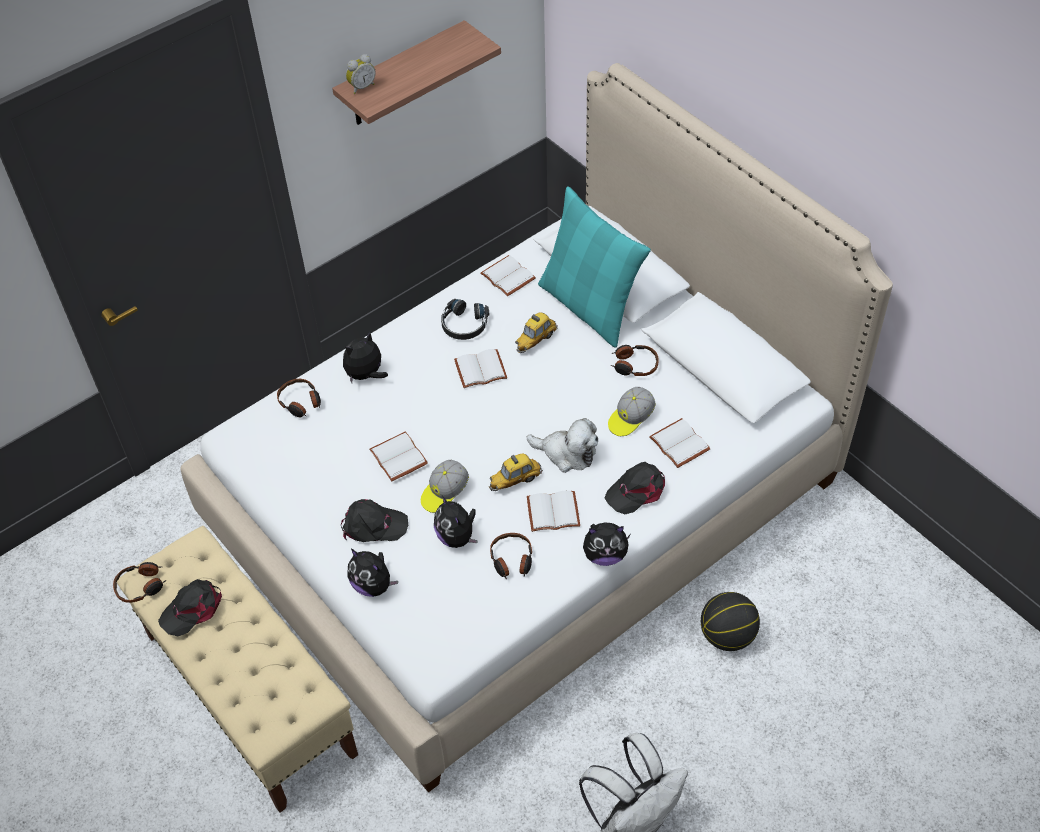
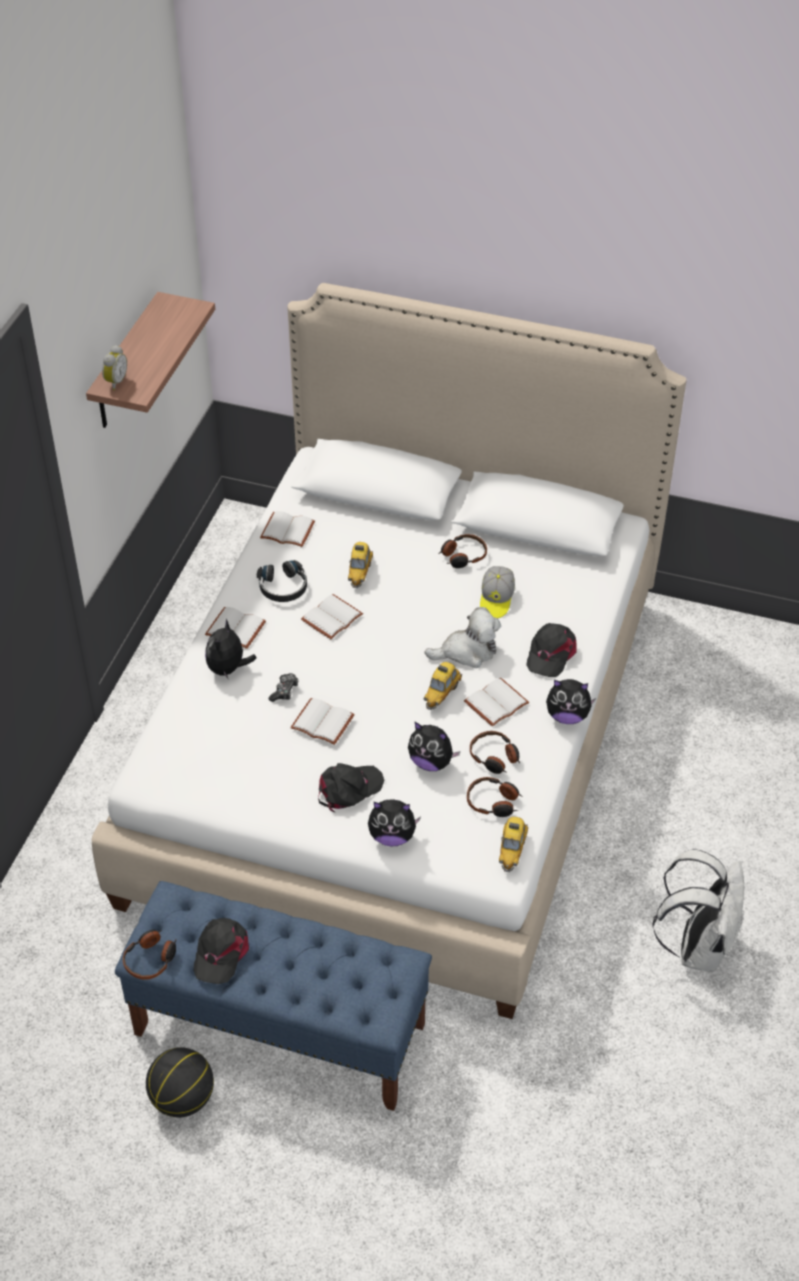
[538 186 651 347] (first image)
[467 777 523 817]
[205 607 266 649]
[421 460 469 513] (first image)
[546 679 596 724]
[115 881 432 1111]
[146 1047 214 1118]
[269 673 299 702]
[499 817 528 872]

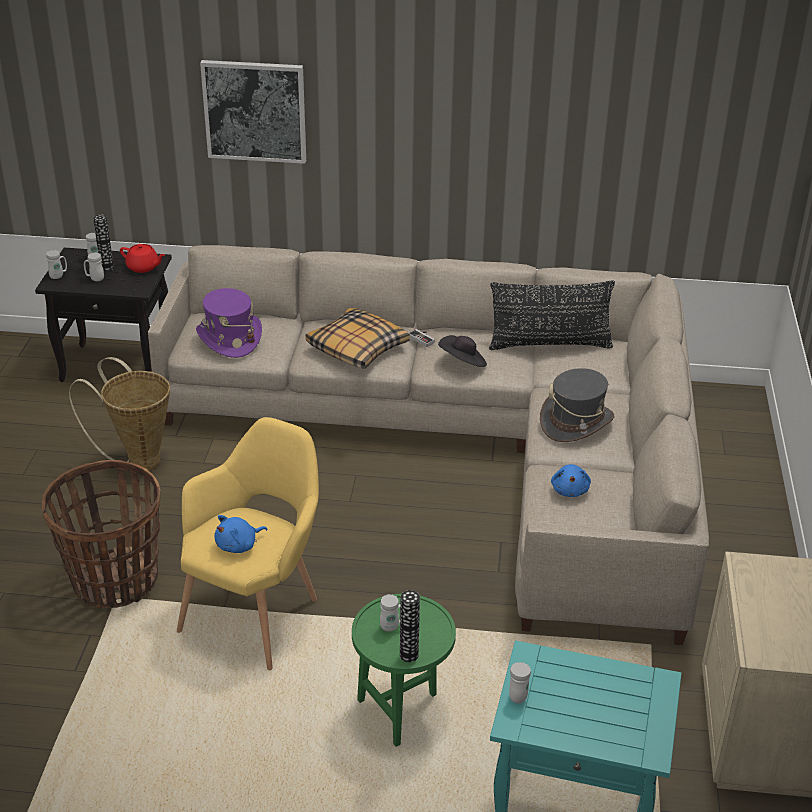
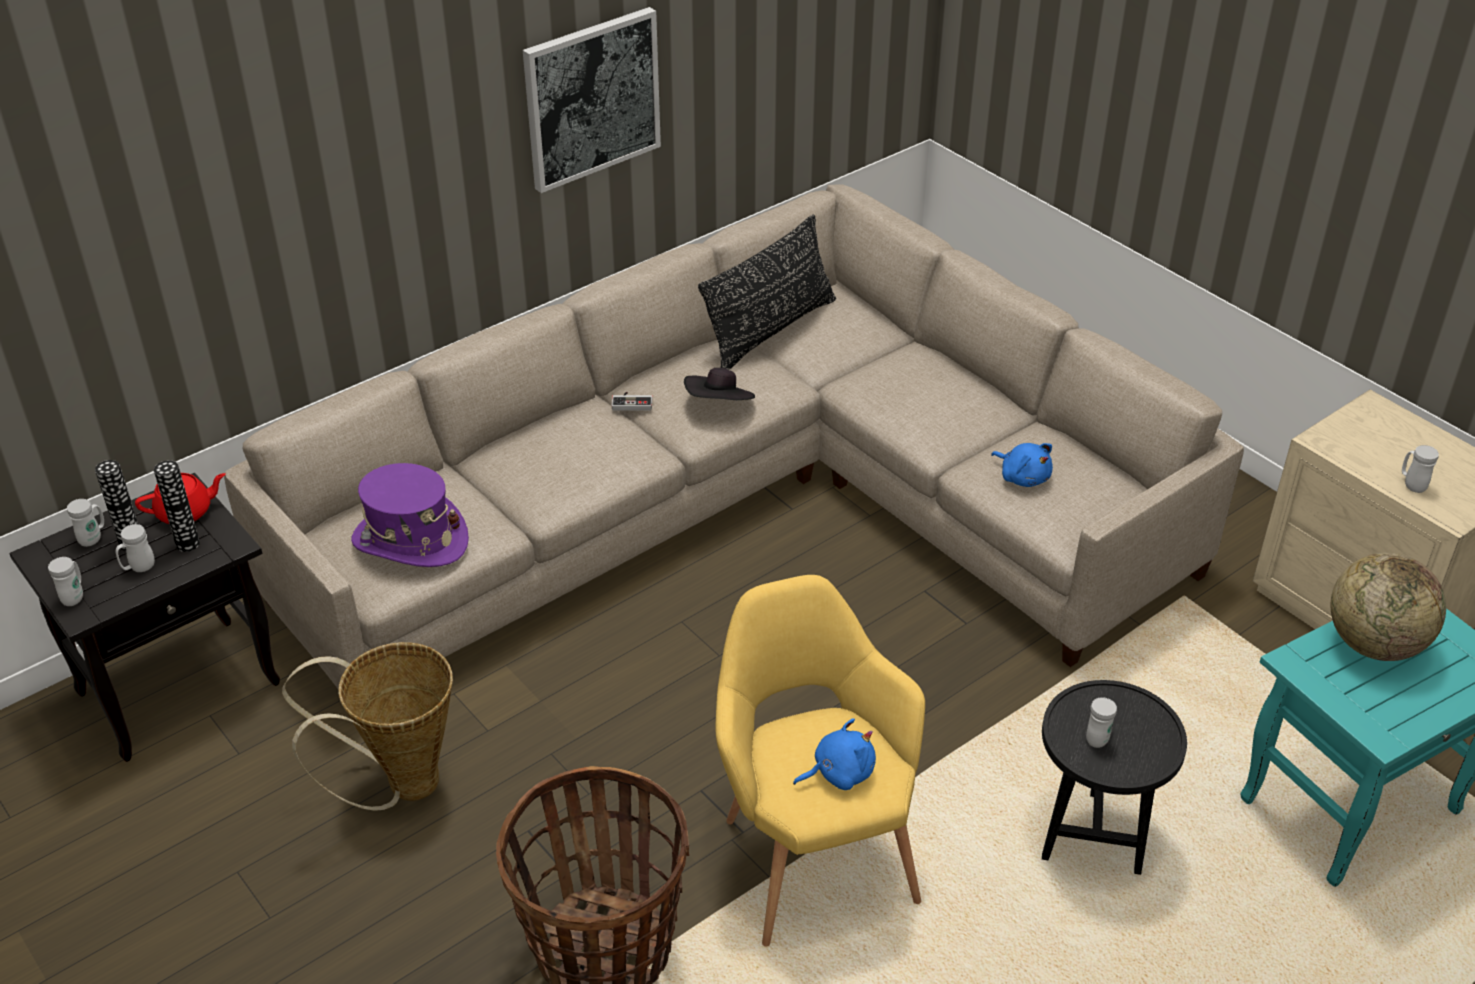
[523 7 661 193]
[305 308 410 369] (first image)
[540 368 614 442] (first image)
[793 718 876 790]
[154 460 200 552]
[1042 680 1187 875]
[1402 445 1439 493]
[1331 553 1446 661]

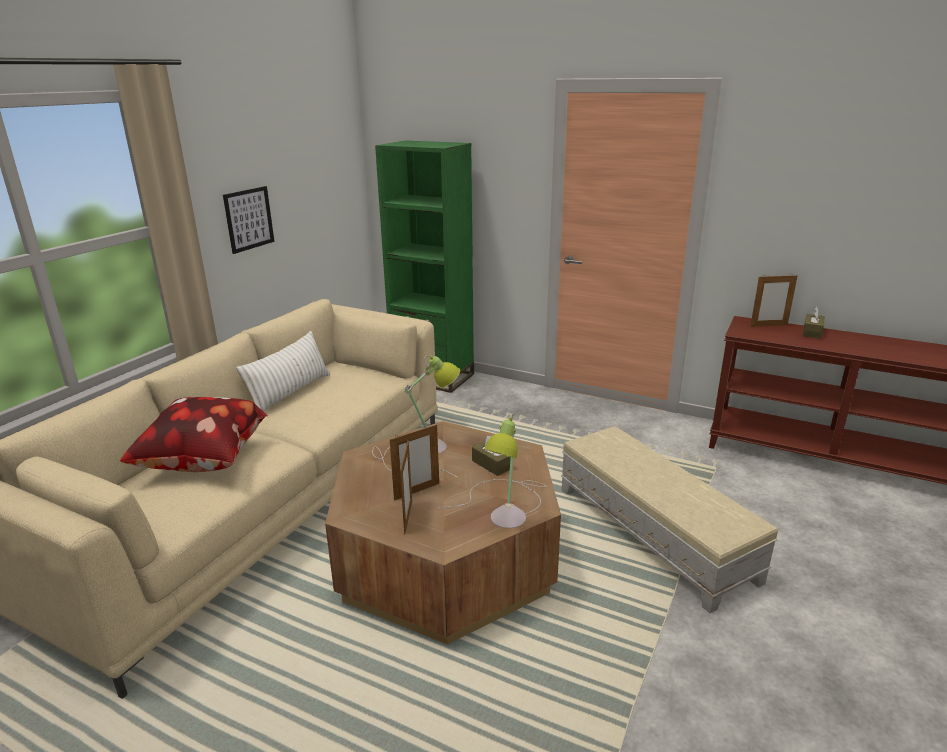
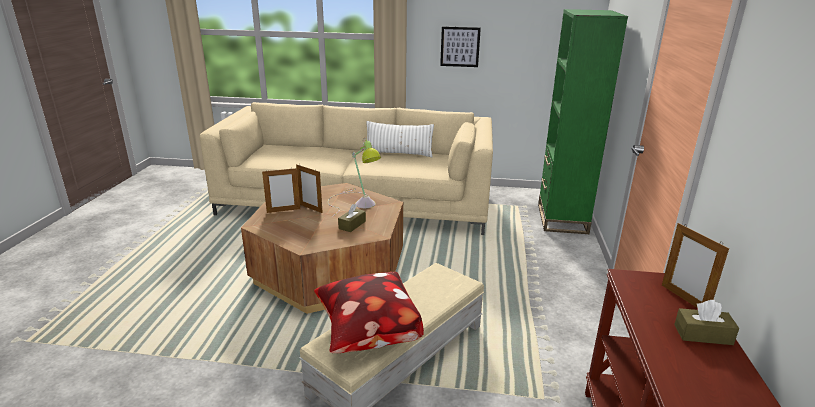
[314 272 424 353]
[439 413 547 528] (first image)

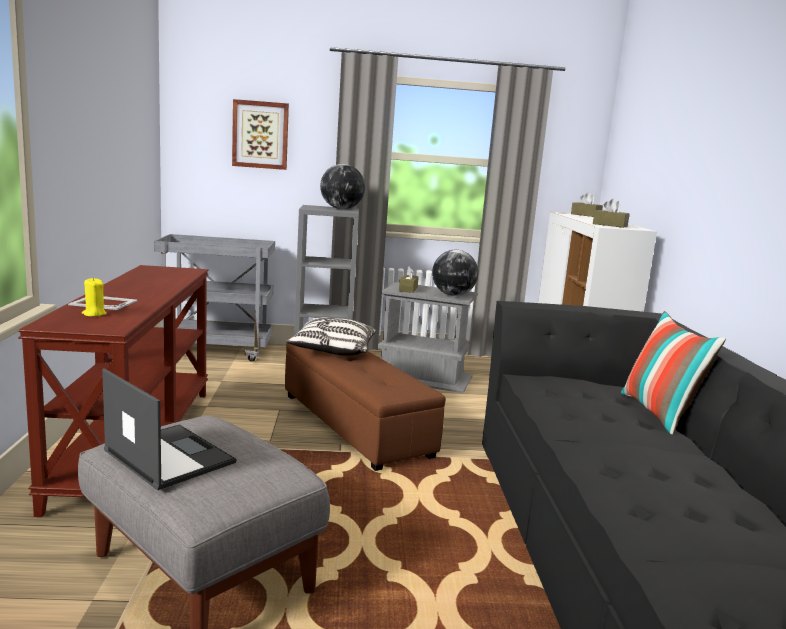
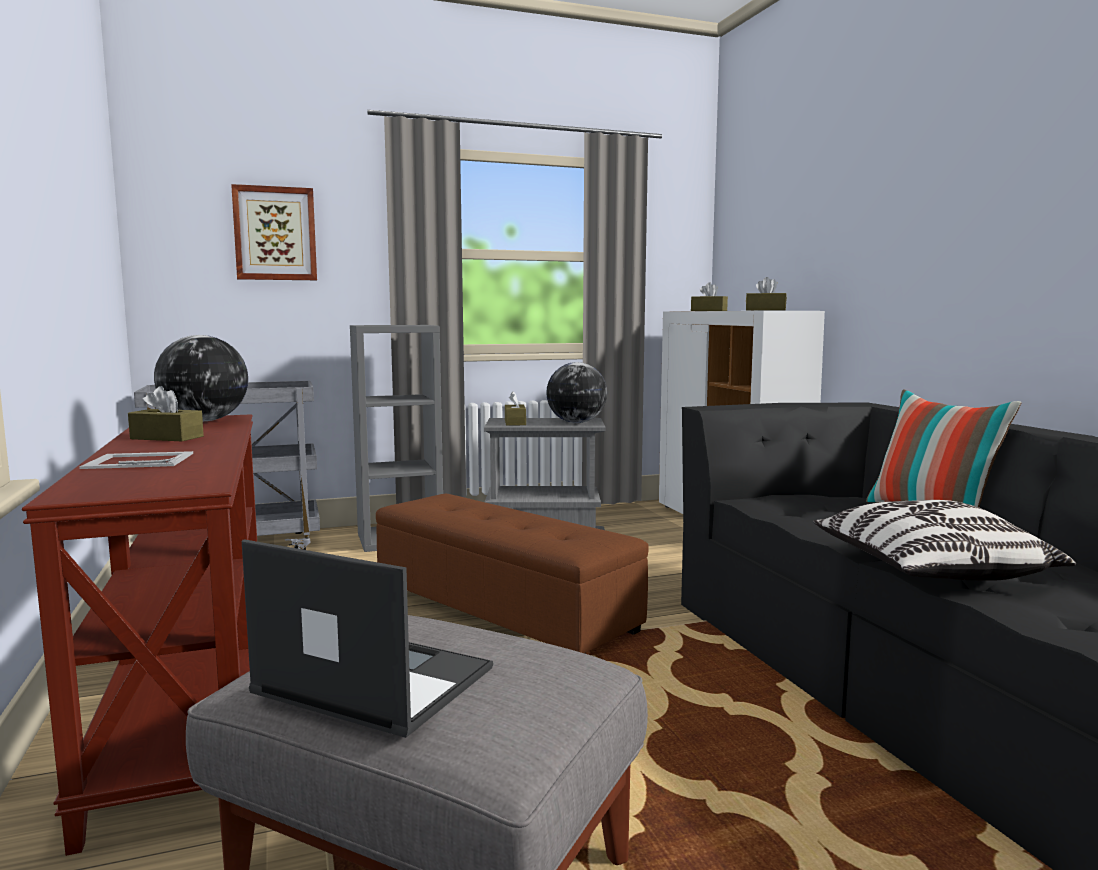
[154 335 248 421]
[82 277 107 316] (first image)
[813 500 1076 581]
[128 386 204 441]

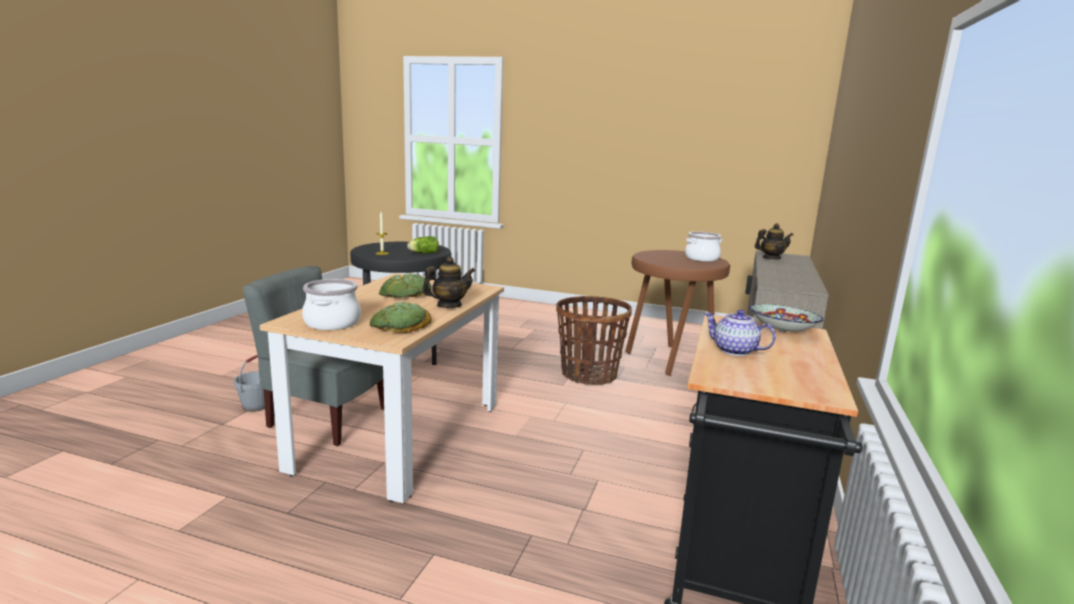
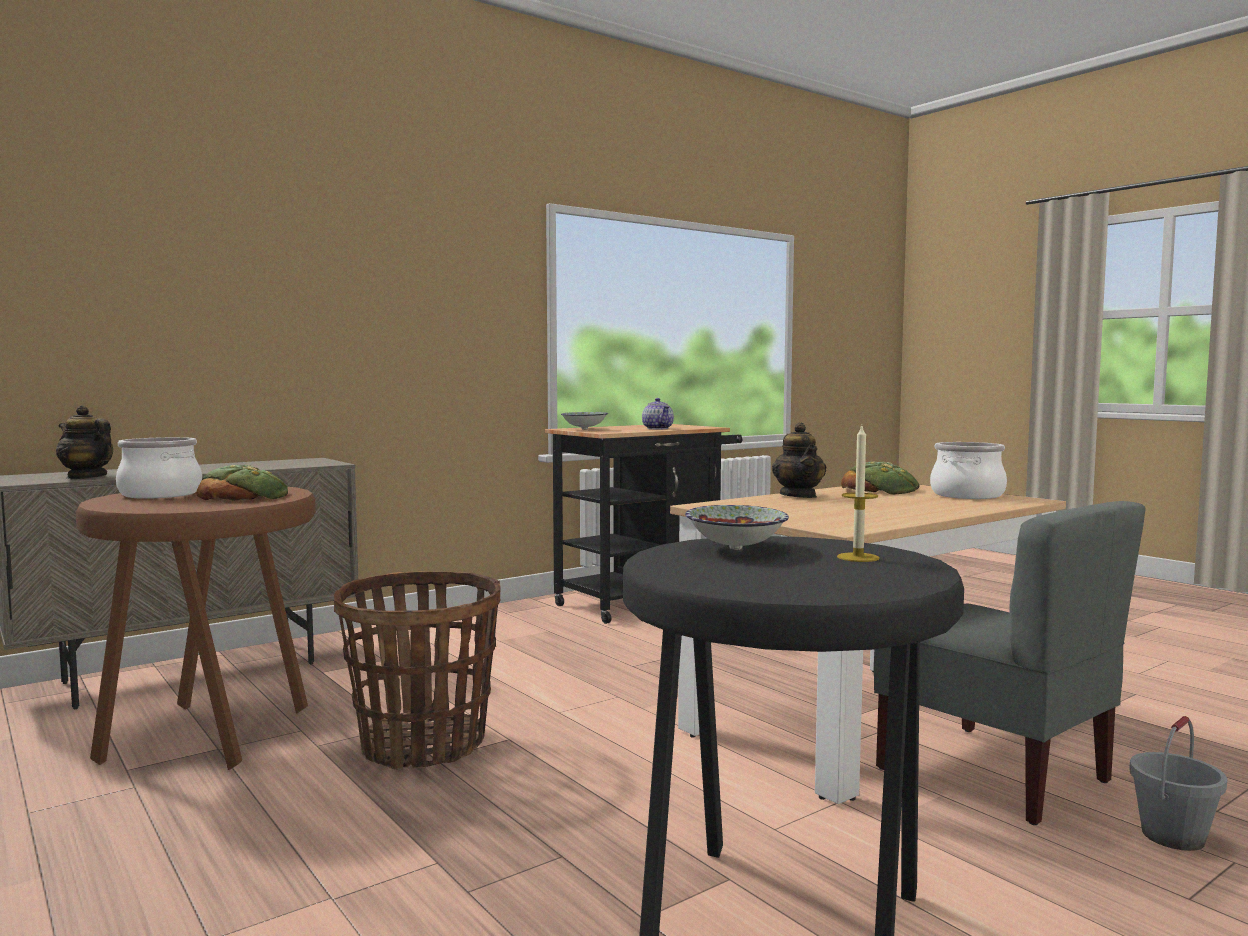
[685 505 789 550]
[772 422 826 498]
[196 465 288 501]

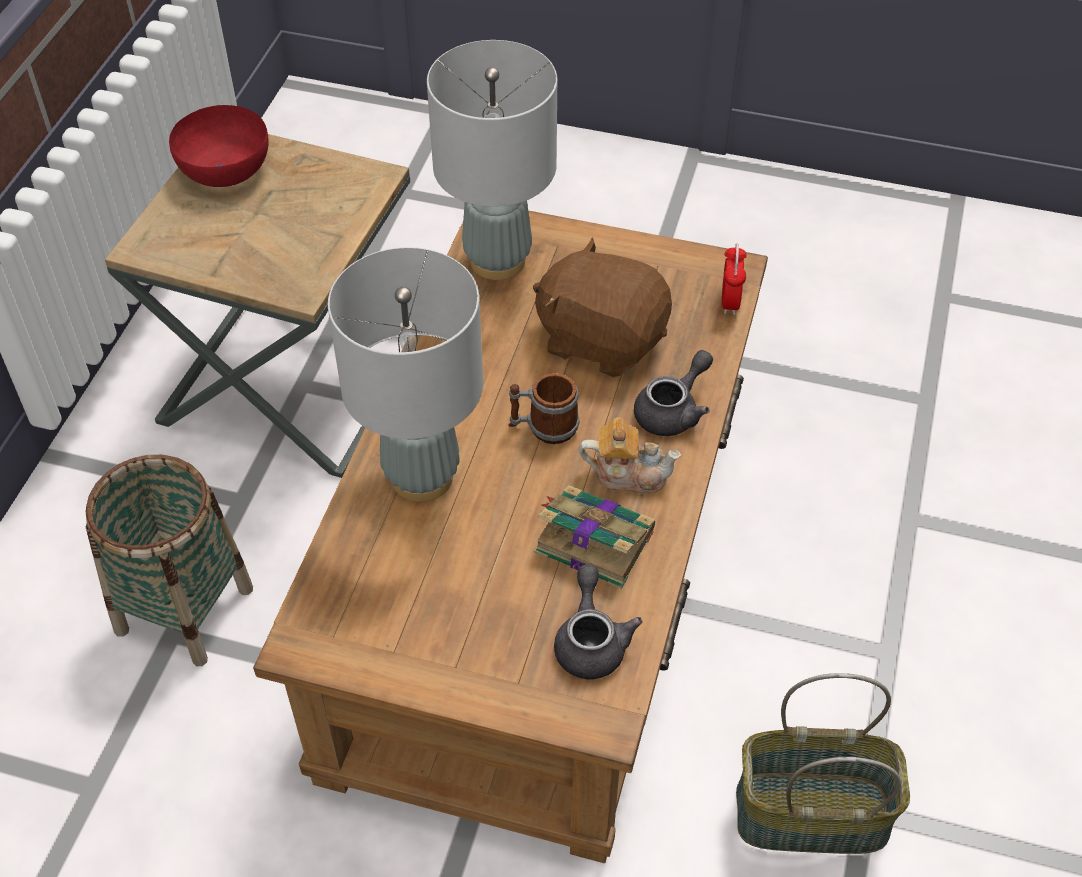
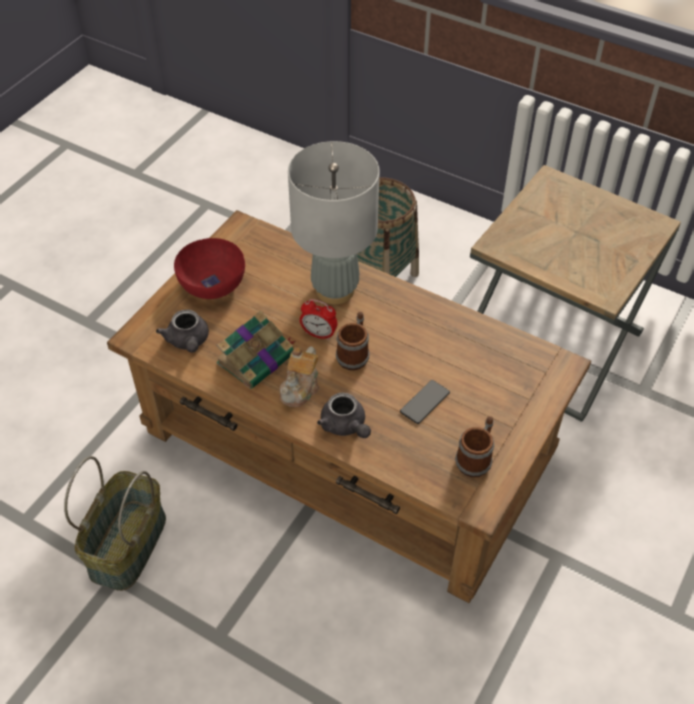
[427 40 557 280] (first image)
[174 238 245 299]
[400 380 450 424]
[300 299 337 340]
[156 310 209 353]
[455 416 494 477]

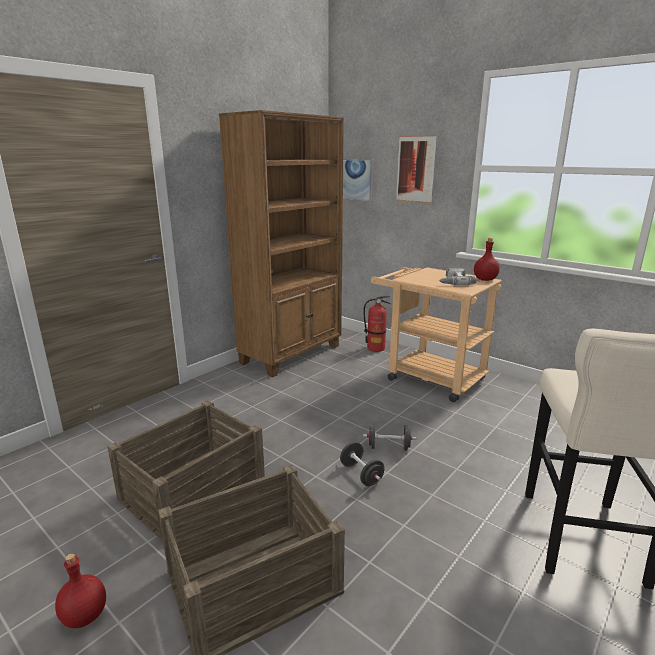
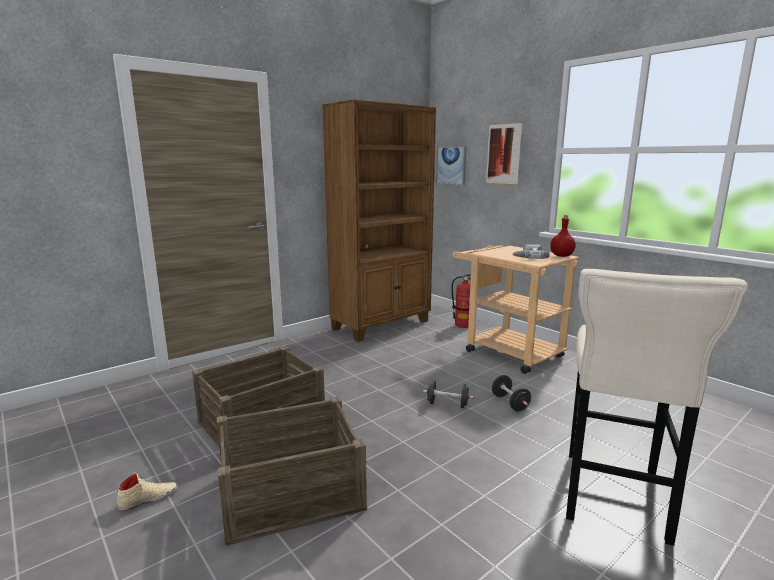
[492 375 531 411]
[117 472 178 511]

